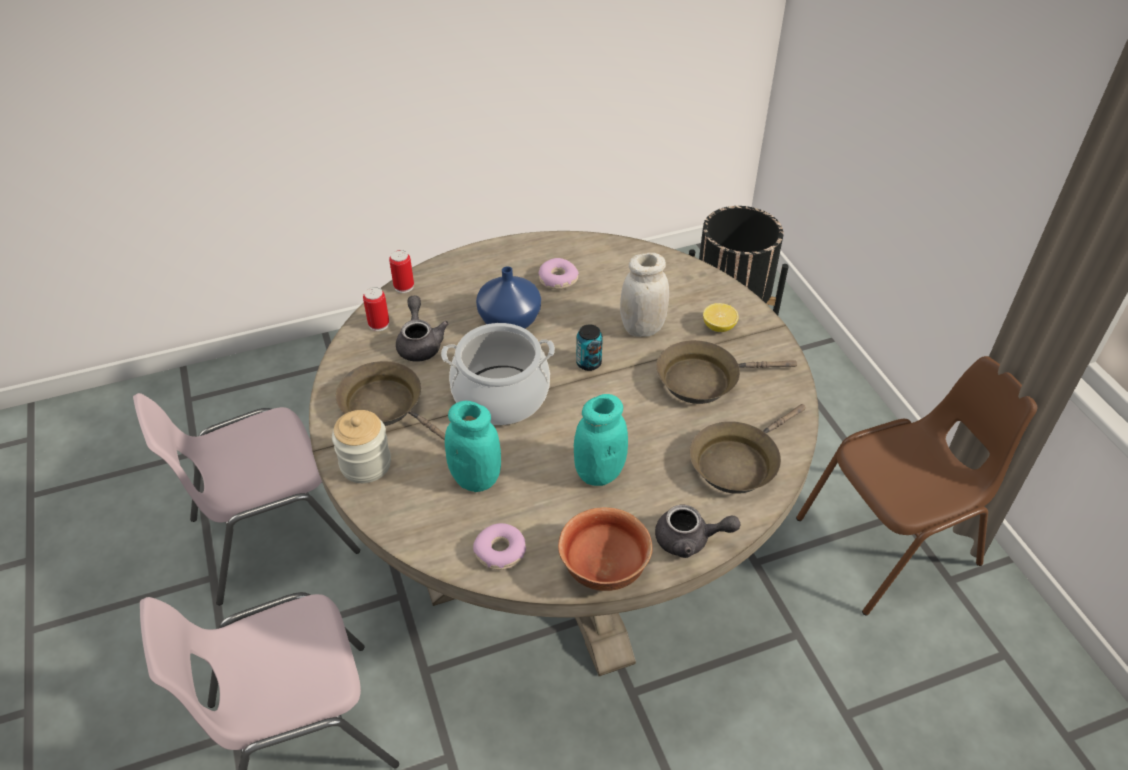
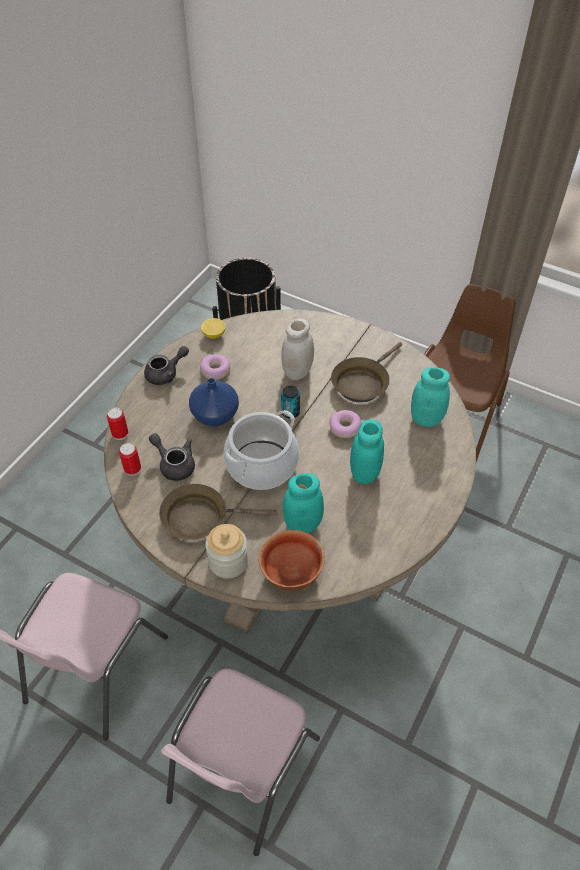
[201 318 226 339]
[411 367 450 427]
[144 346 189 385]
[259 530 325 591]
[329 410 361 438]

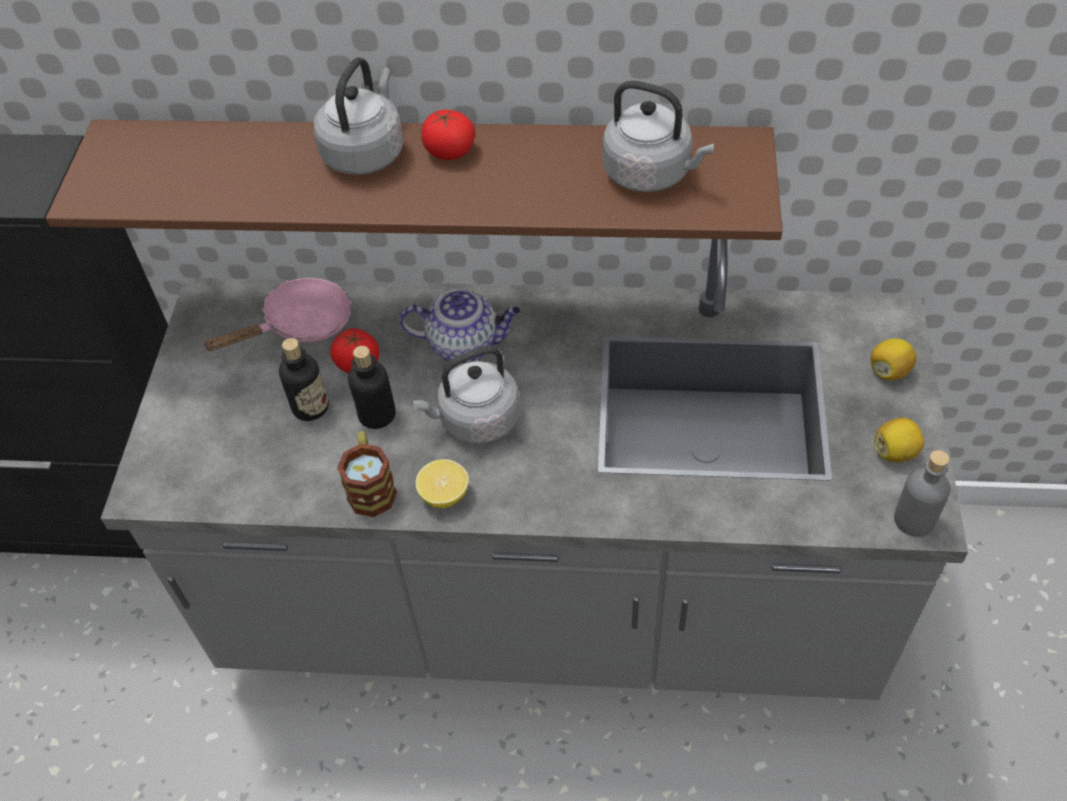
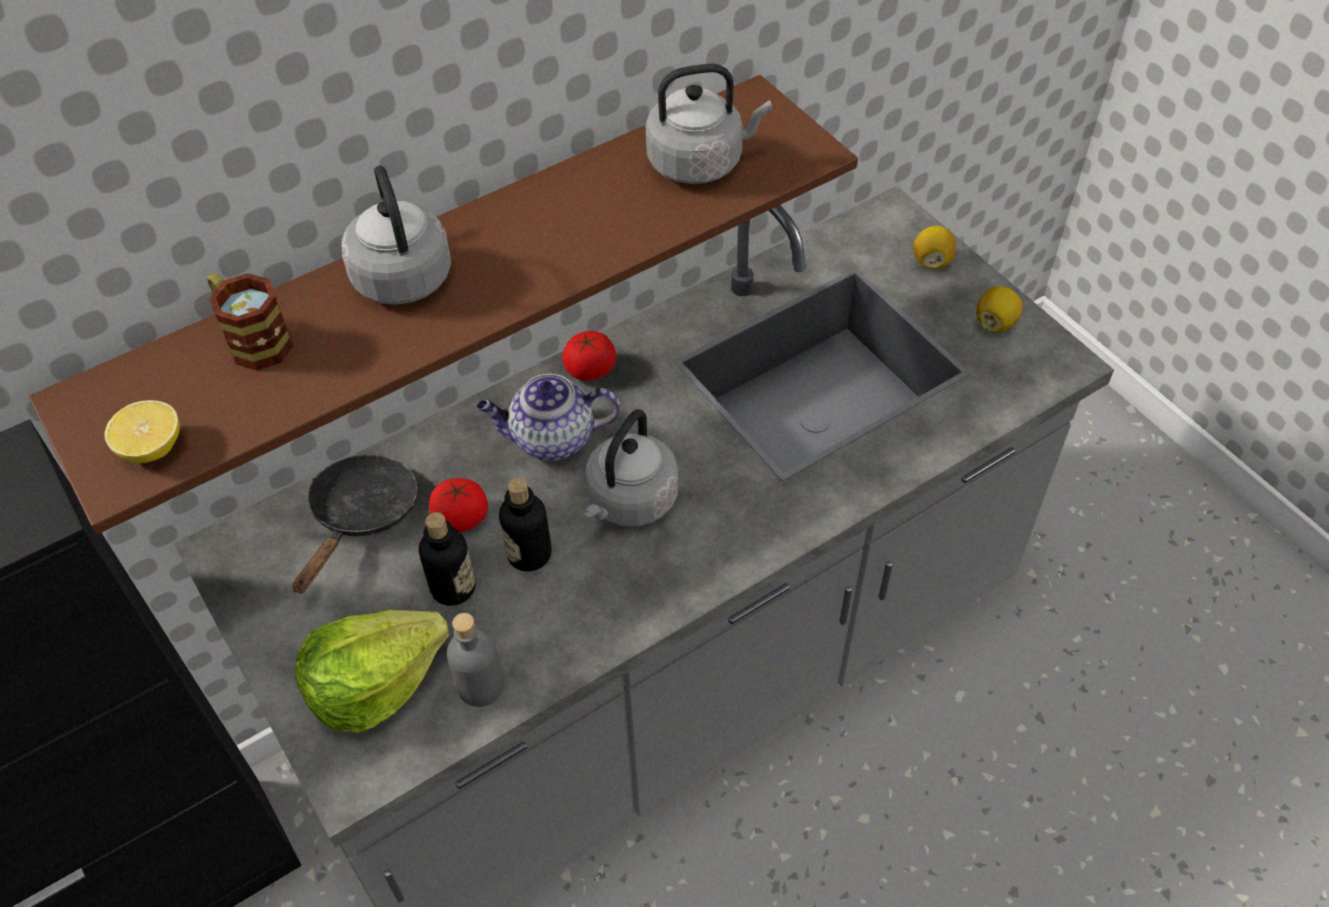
[562 331 616 381]
[292 454 418 594]
[477 374 620 461]
[207 273 294 371]
[447 613 504 707]
[104 400 180 463]
[295 610 449 733]

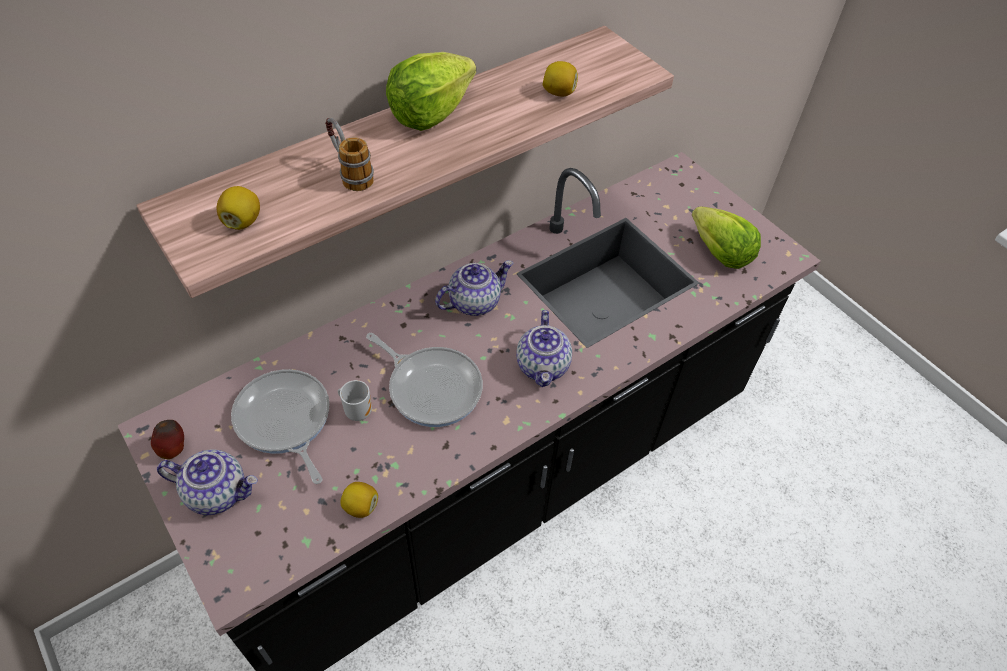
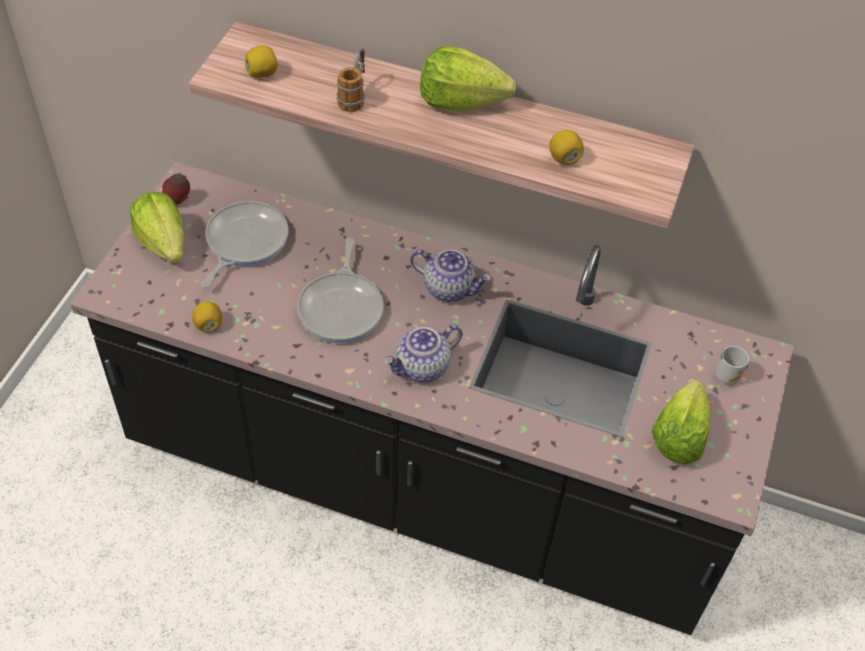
[716 346 749 384]
[130 192 184 263]

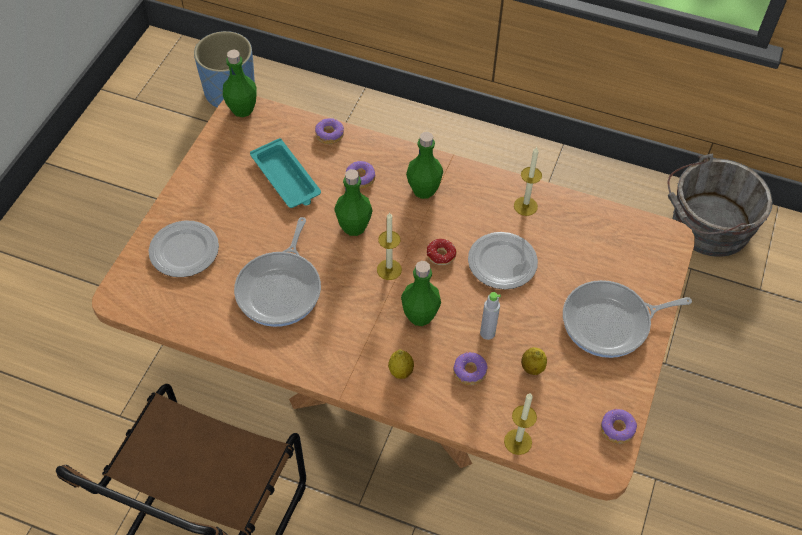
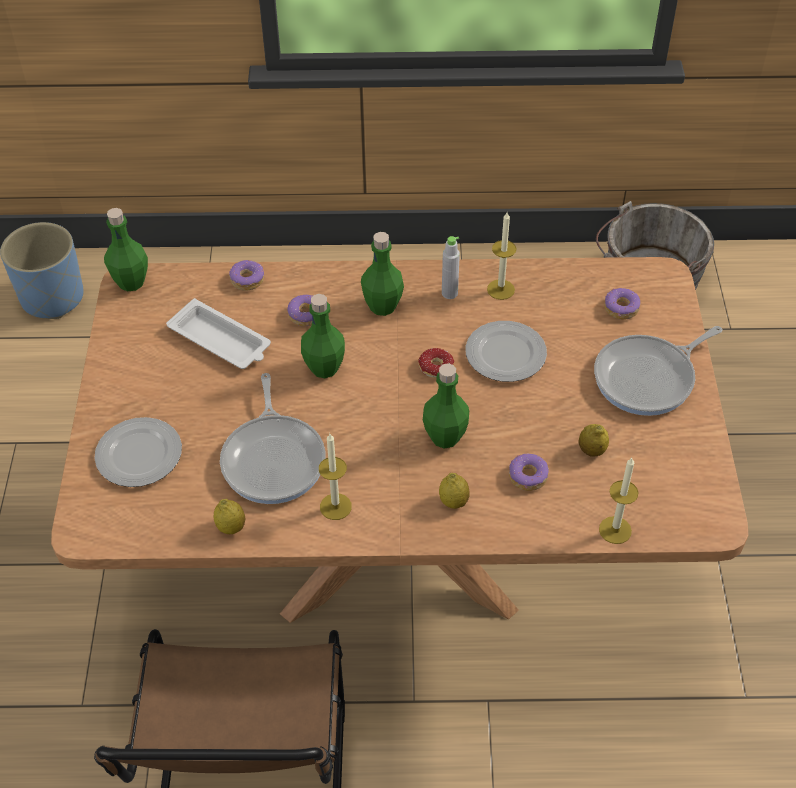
[166 298 271 369]
[319 434 352 520]
[442 236 460 299]
[604 288 640 320]
[214 499 245 534]

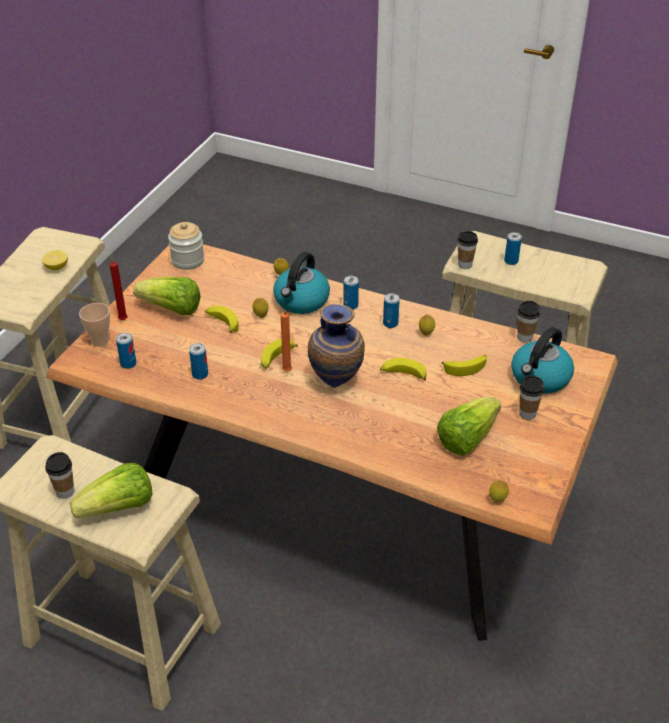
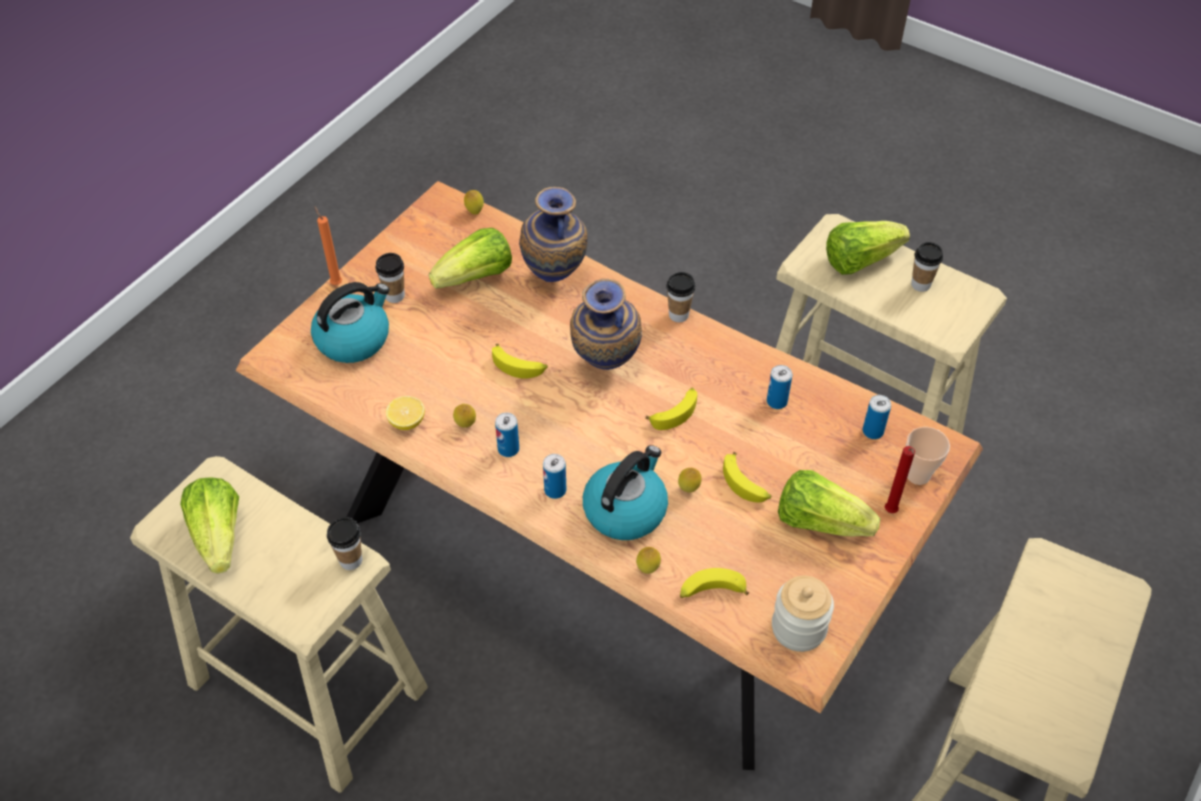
[504 232 522 265] (first image)
[386 396 425 430]
[666 272 695 322]
[314 206 342 285]
[680 568 749 598]
[519 187 588 282]
[180 477 239 574]

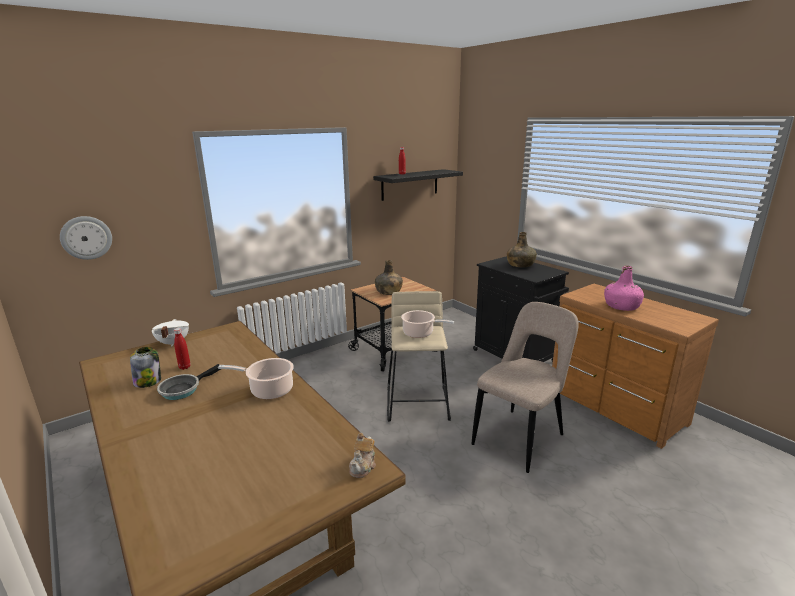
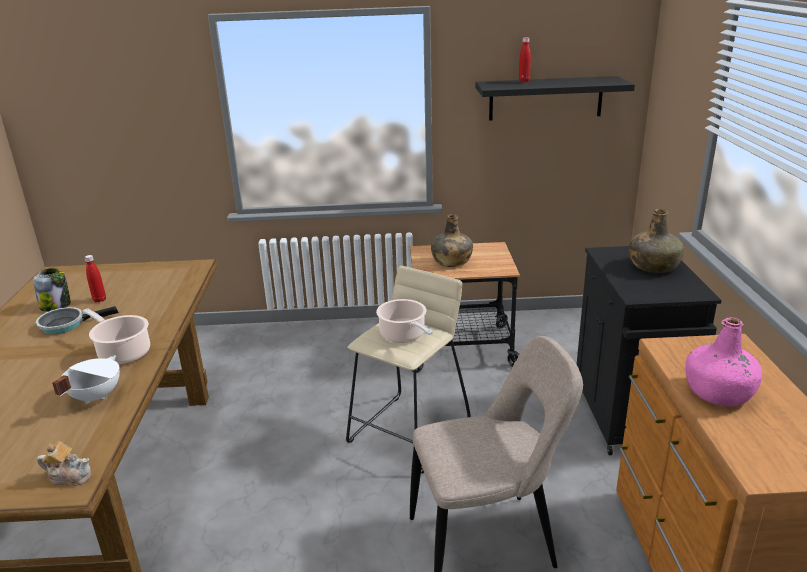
[60 216 112 260] (first image)
[52 355 120 404]
[37 441 91 486]

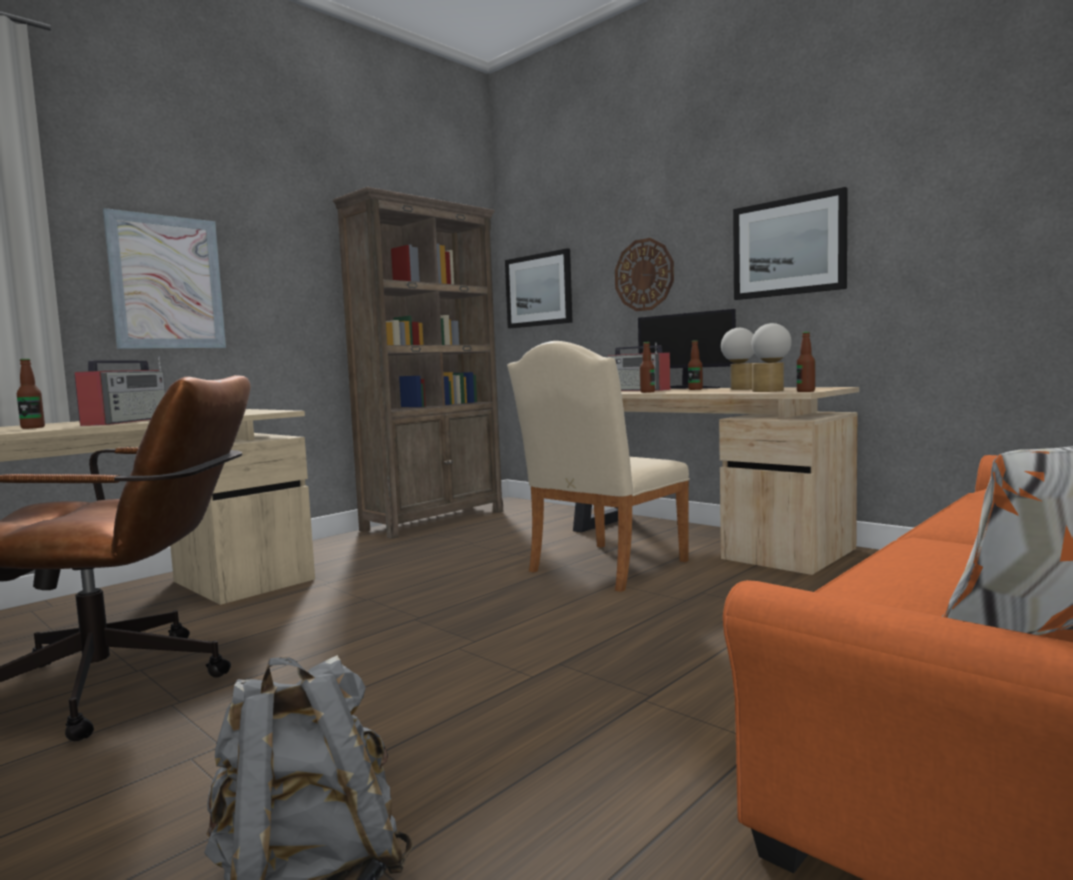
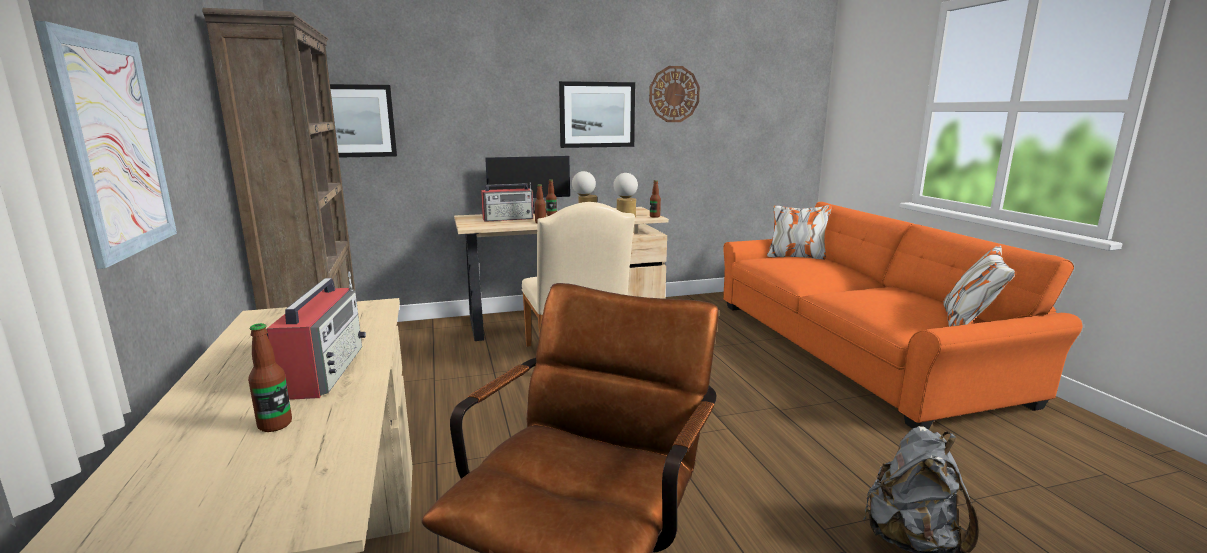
[649 66 700 122]
[266 272 366 400]

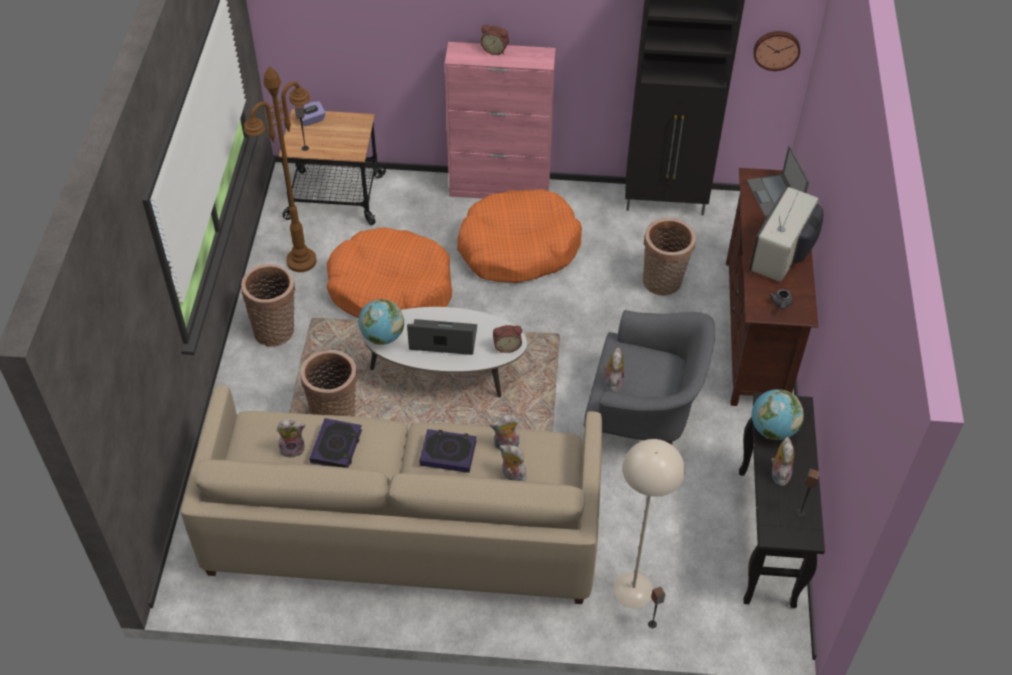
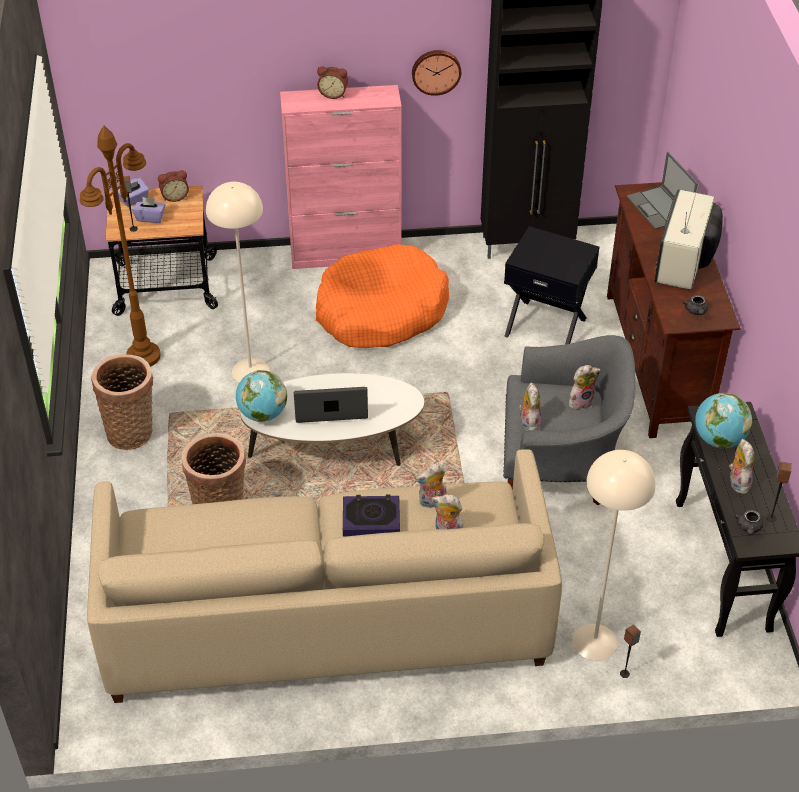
[412 50 461 96]
[504 226 600 344]
[206 182 270 383]
[158 170 189 202]
[309 418 362 468] (first image)
[569 365 601 410]
[132 197 165 223]
[734 510 763 535]

